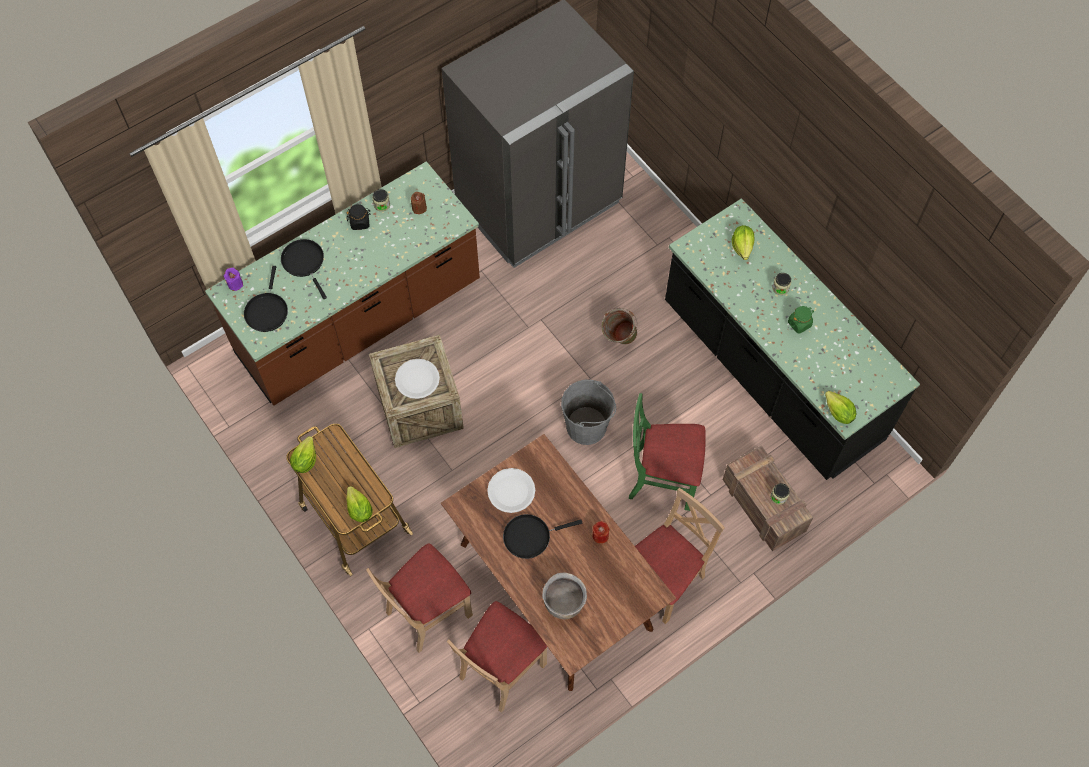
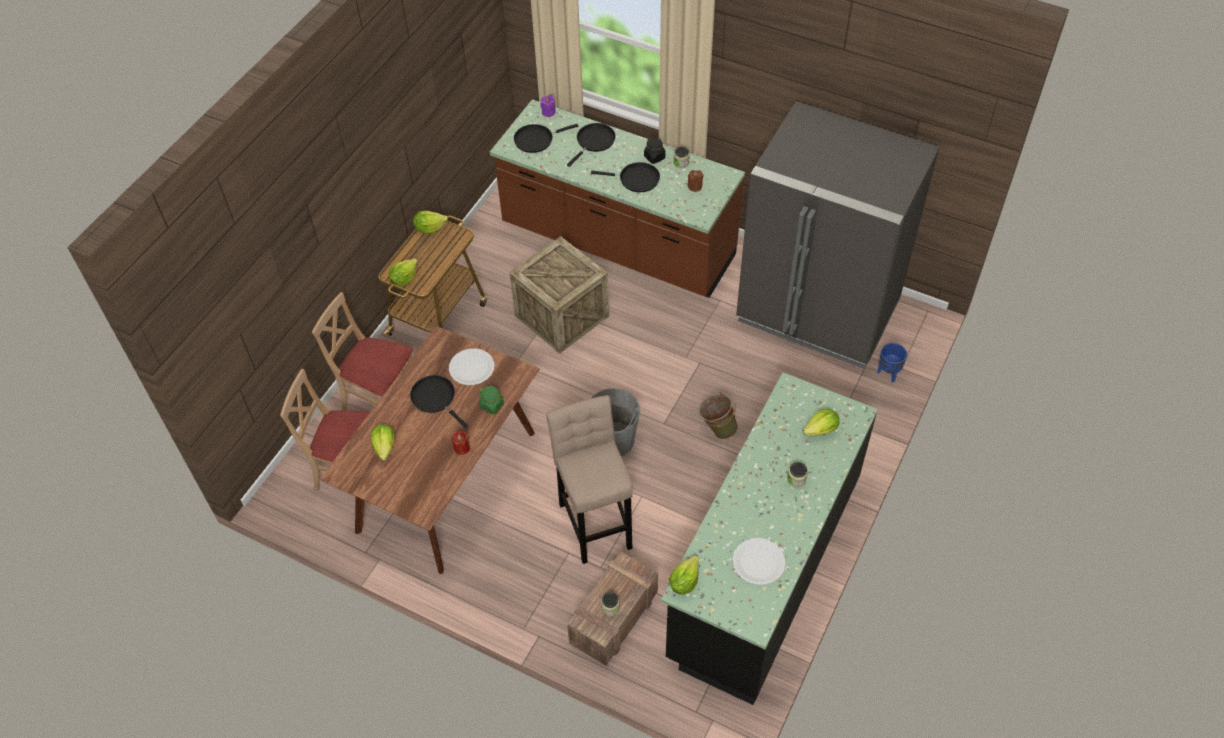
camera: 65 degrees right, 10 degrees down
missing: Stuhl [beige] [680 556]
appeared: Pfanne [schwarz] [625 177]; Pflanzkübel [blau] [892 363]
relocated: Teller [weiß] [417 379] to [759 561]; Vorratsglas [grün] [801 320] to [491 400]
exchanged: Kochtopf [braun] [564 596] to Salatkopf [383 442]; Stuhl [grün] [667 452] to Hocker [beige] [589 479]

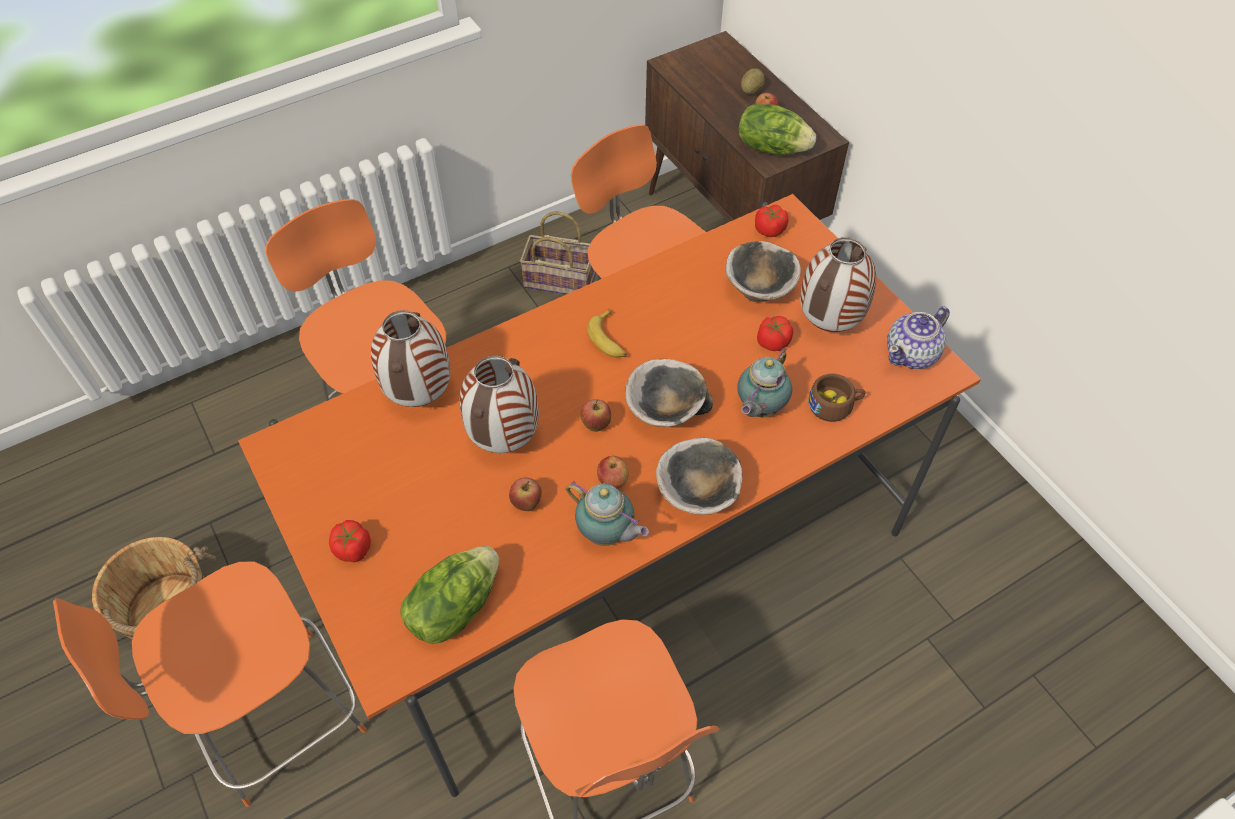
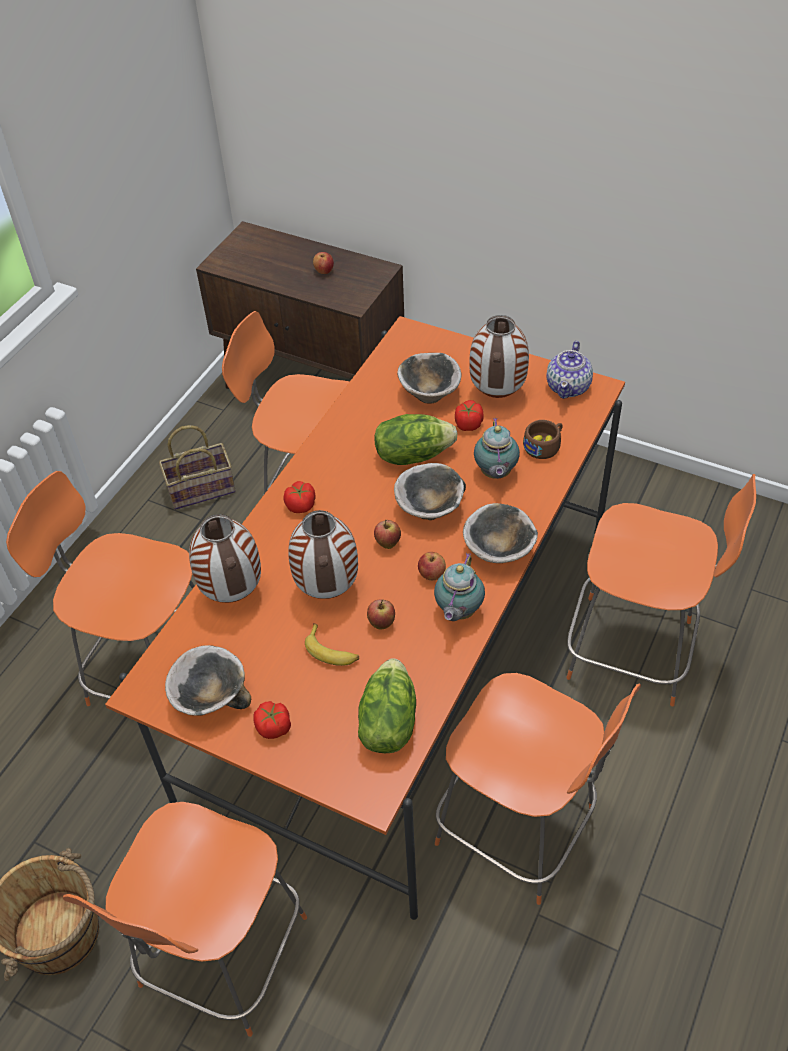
camera: 30 degrees left, 5 degrees down
missing: Kartoffel [753 81]
appeared: Schüssel [208 680]; Stuhl [orange] [661 590]
relocated: Banane [607 333] to [332 644]; Salatkopf [777 129] to [415 439]; Tomate [772 221] to [299 497]
spun: Teekanne [607 513] = [459 587] 105 degrees clockwise

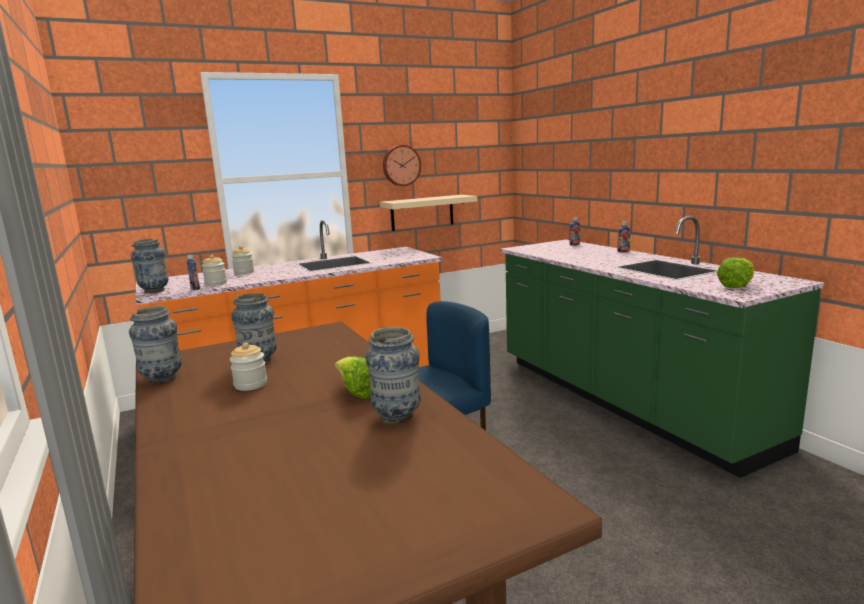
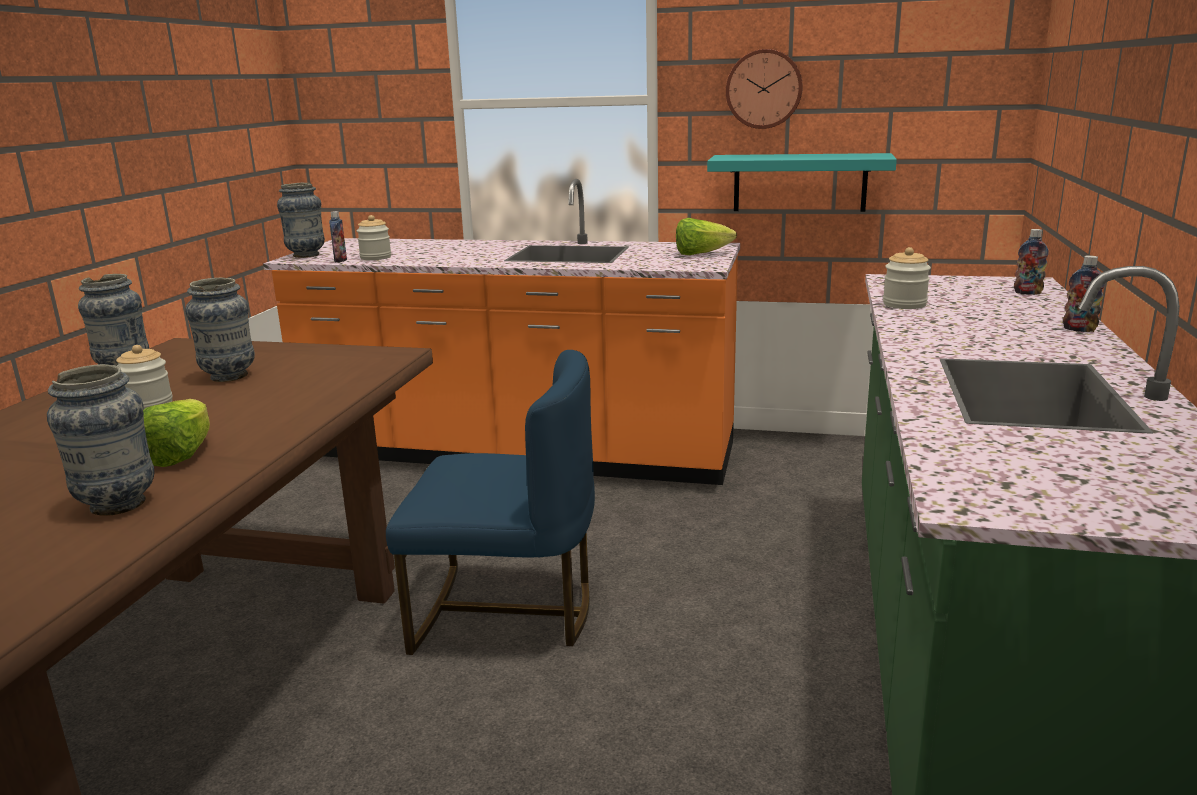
camera: 40 degrees right, 5 degrees up
relocated: Vorratsglas [242 260] to [907 278]; Salatkopf [735 272] to [706 236]
colour: Wandregal [beige] [428 213] to Wandregal [türkis] [802 182]

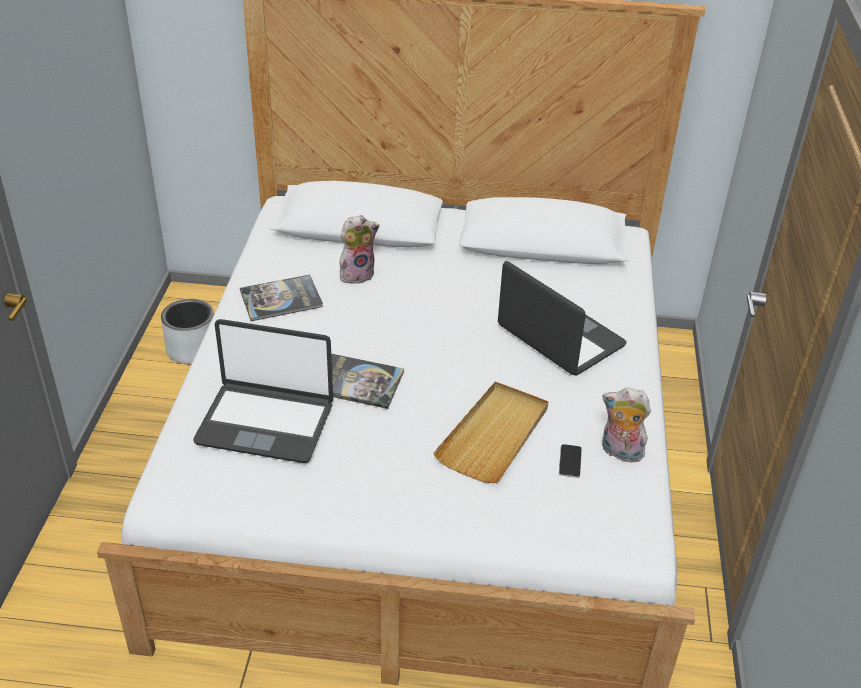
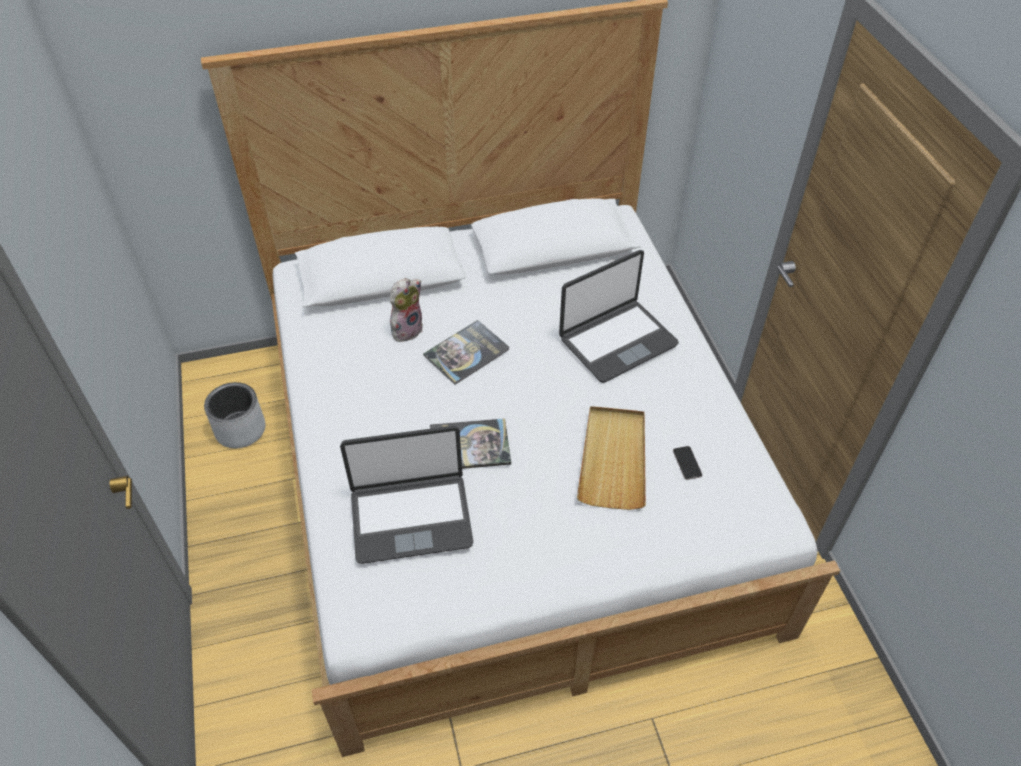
camera: 20 degrees left, 10 degrees up
missing: Plüschtier [626 425]
relocated: Buch [281 298] to [466 352]
spun: Laptop [562 318] = [619 316] 120 degrees clockwise

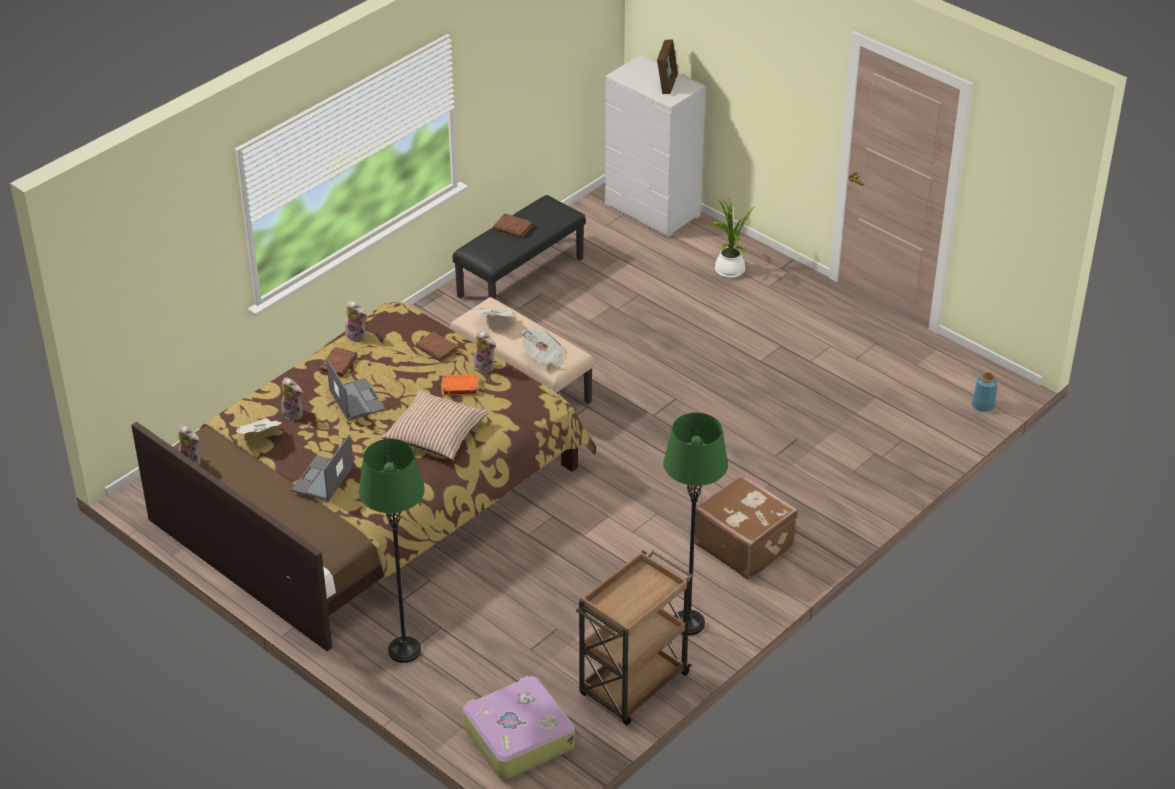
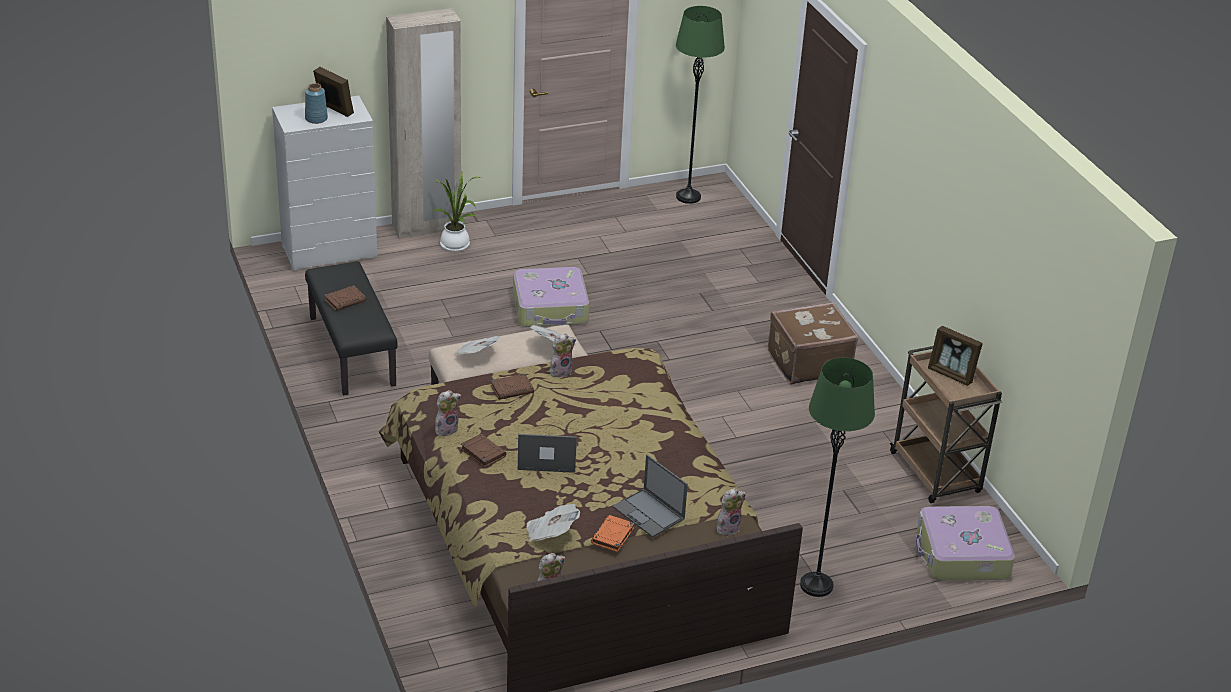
camera: 65 degrees left, 5 degrees down
missing: Kissen [435 425]
appeared: Kleiderschrank [beige] [423 123]; Koffer [551 297]; Bilderrahmen [955 356]
relocated: Plüschtier [292 399] to [731 511]; Buch [orange] [460 385] to [612 533]; Stehlampe [grün] [695 524] to [700 105]; Vase [blau] [984 392] to [316 103]

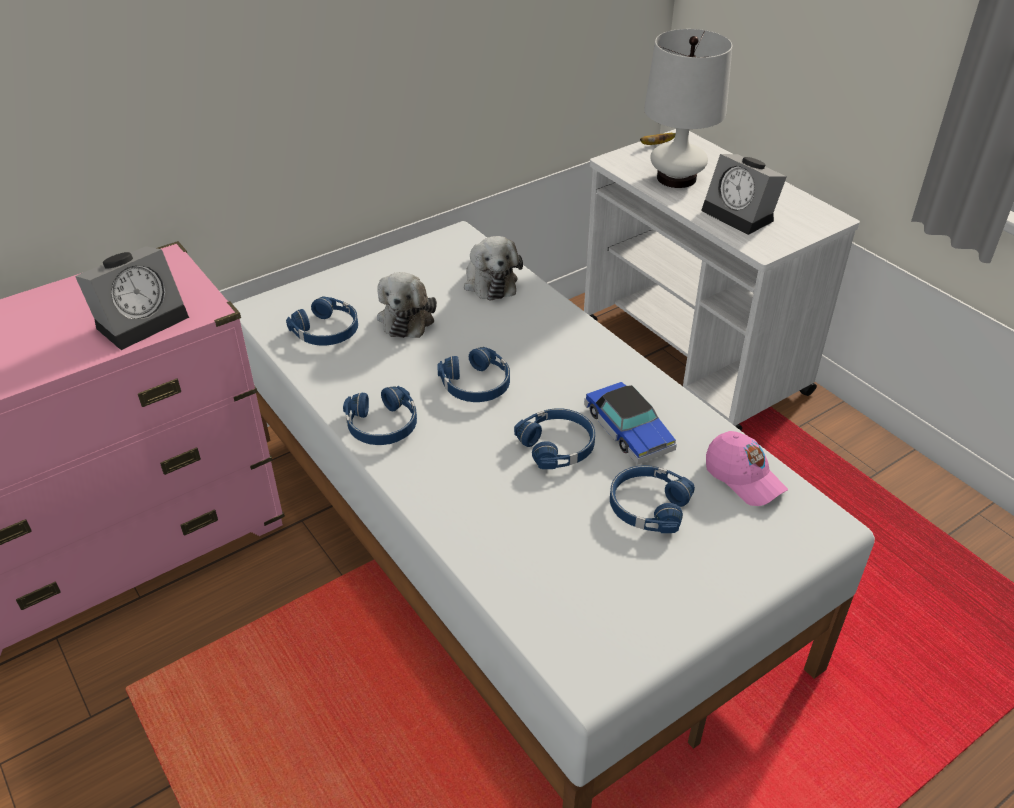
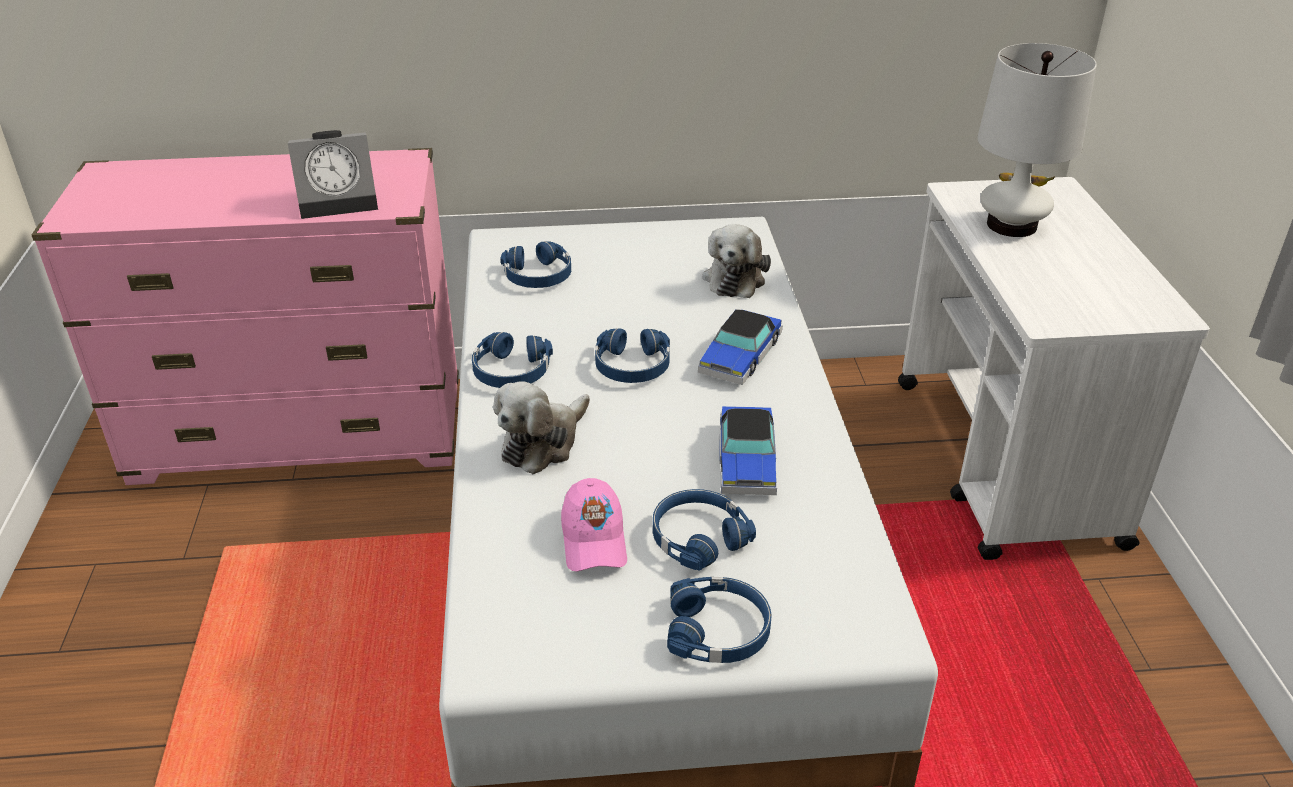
camera: 30 degrees right, 5 degrees down
missing: Wecker [744 194]
appeared: Spielzeugauto [740 347]
relocated: Plüschtier [407 305] to [541 428]; Kopfhörer [blau] [554 438] to [719 620]; Kappe [rosa] [747 468] to [594 525]

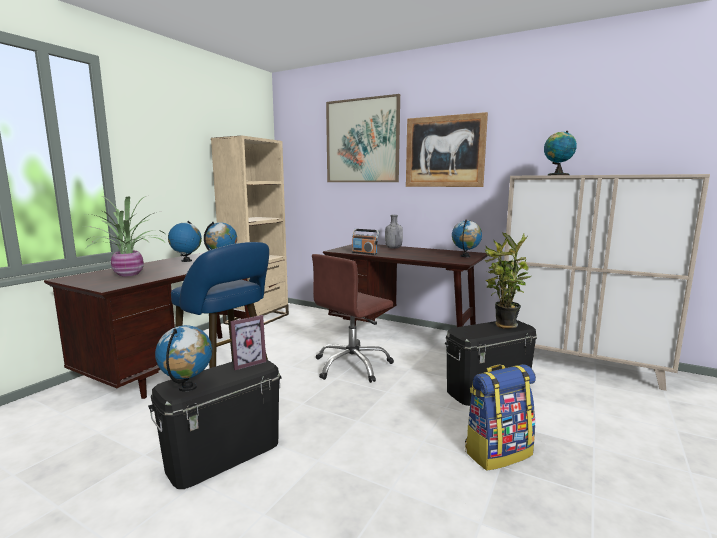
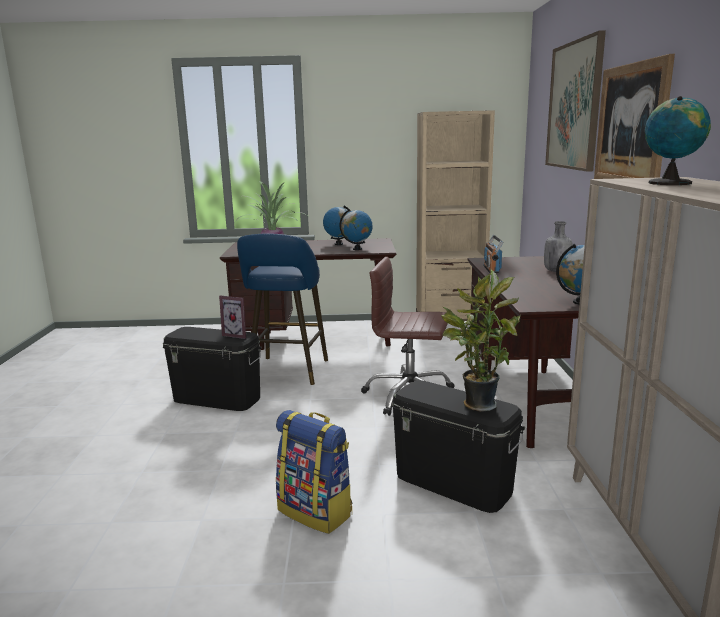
camera: 60 degrees right, 5 degrees up
missing: Globus [183 358]

